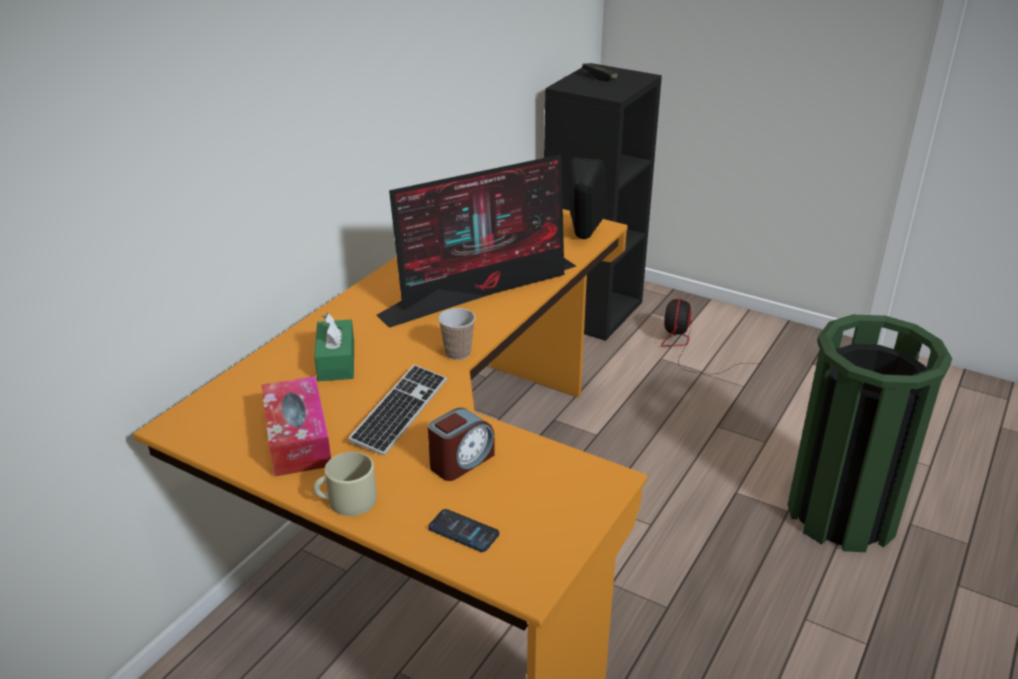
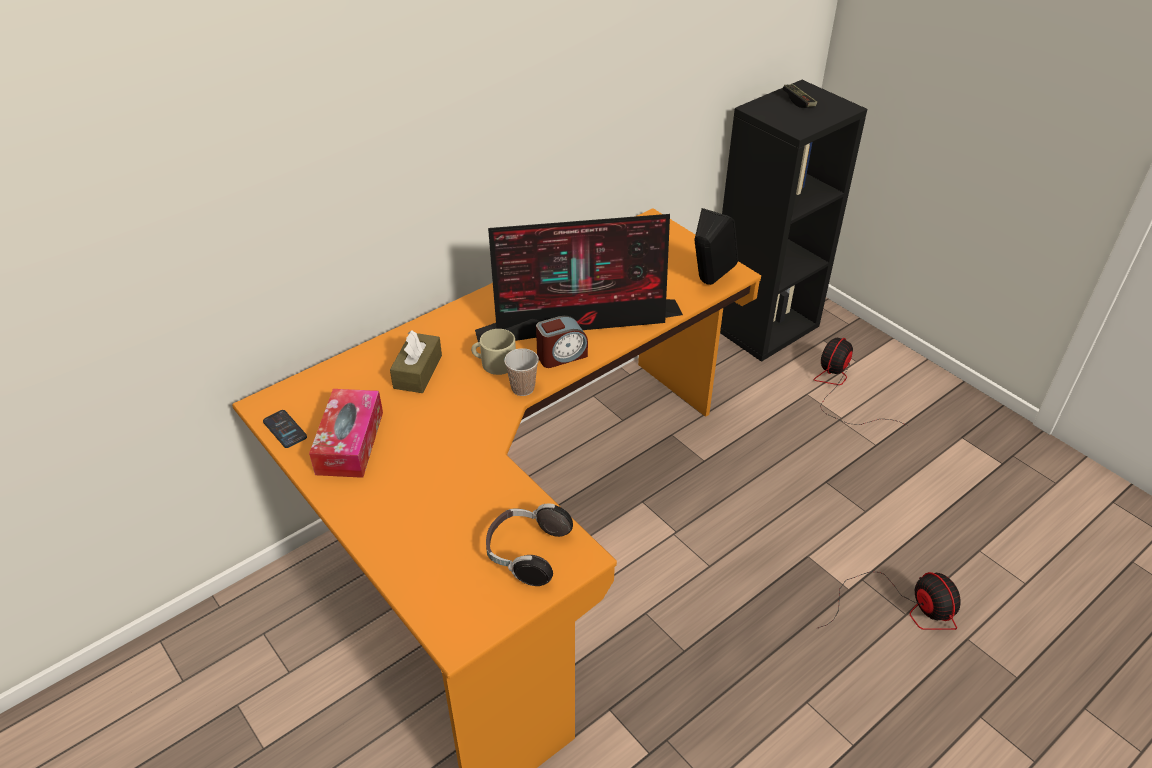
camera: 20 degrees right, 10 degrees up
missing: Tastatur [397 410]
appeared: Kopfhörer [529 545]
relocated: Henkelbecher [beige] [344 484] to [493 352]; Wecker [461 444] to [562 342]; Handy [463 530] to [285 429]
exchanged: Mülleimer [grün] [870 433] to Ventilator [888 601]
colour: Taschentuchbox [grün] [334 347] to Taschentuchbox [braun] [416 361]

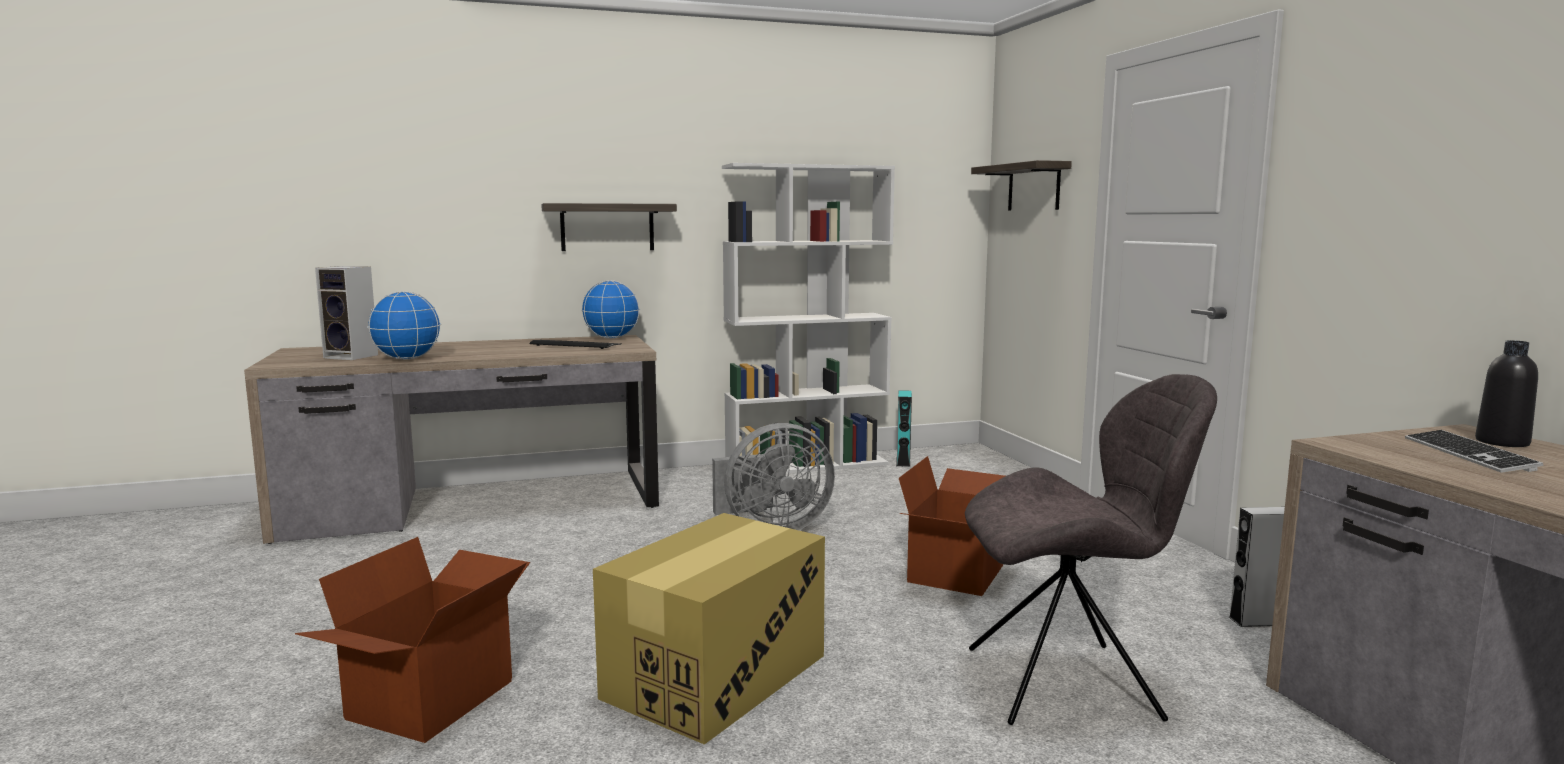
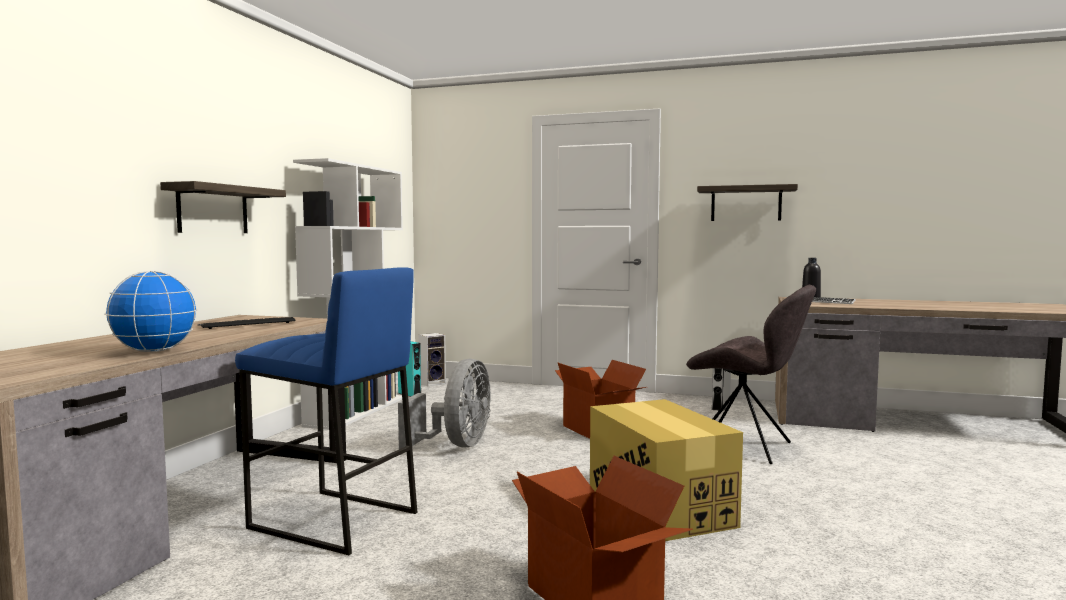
camera: 55 degrees left, 5 degrees down
missing: Globus [610 309]
appeared: Hocker [blau] [326 411]
relocated: Lautsprecher [346 313] to [432 359]; Wandregal [1021 185] to [747 202]
spun: Stuhl [grau] [1091 549] = [751 374] 90 degrees clockwise

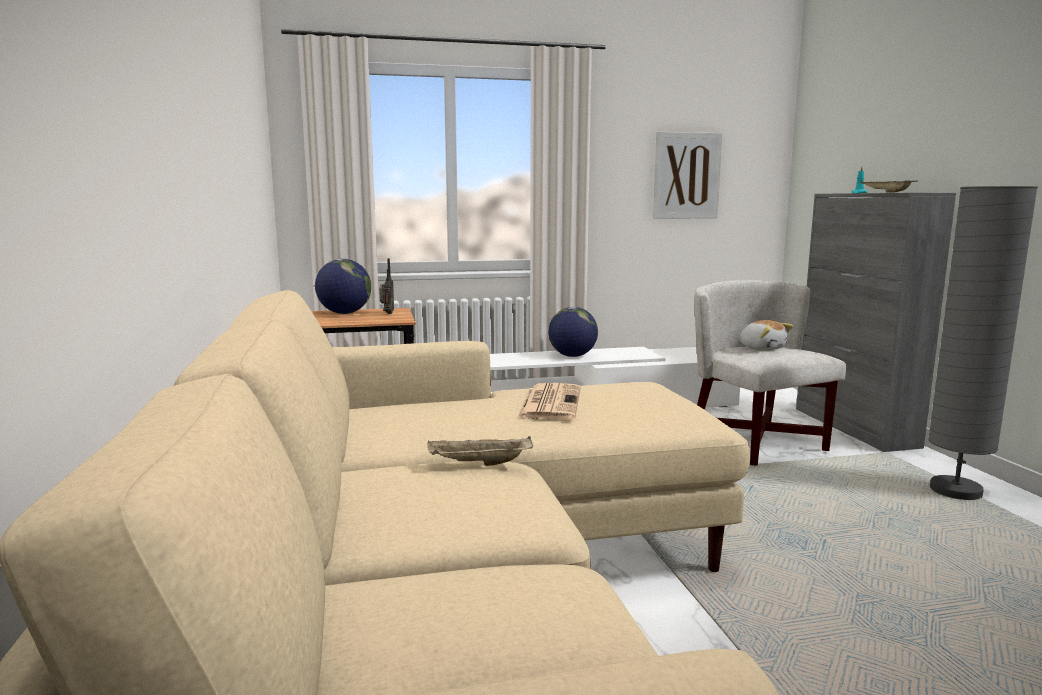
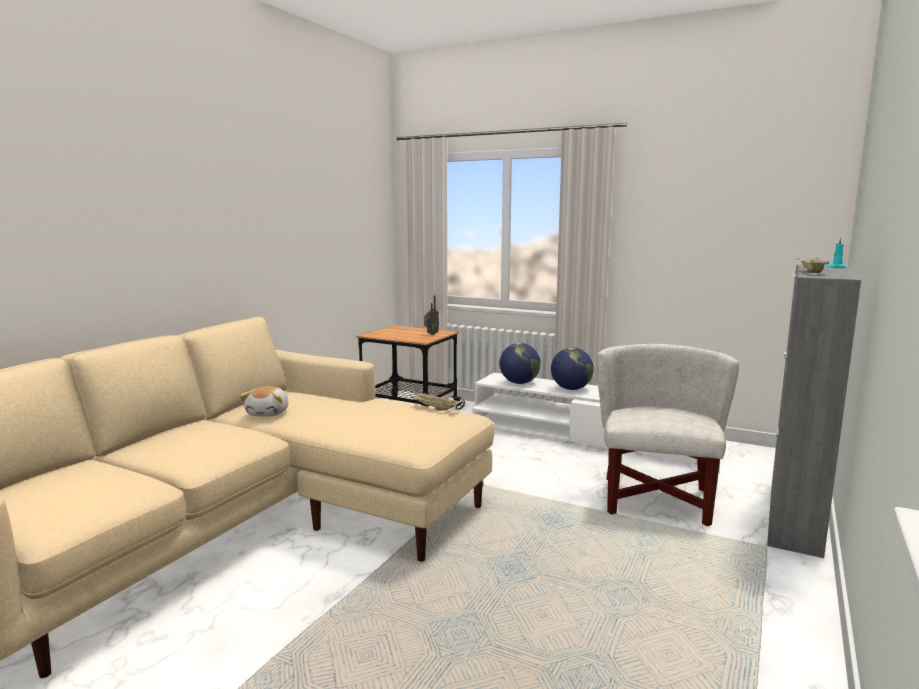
camera: 40 degrees right, 0 degrees up
missing: Zeitung [549 401]; Bild [687 175]; Stehlampe [grau] [983 343]
relocated: Globus [343 286] to [520 363]; Tablett [beige] [480 451] to [436 402]; Plüschtier [766 335] to [264 401]

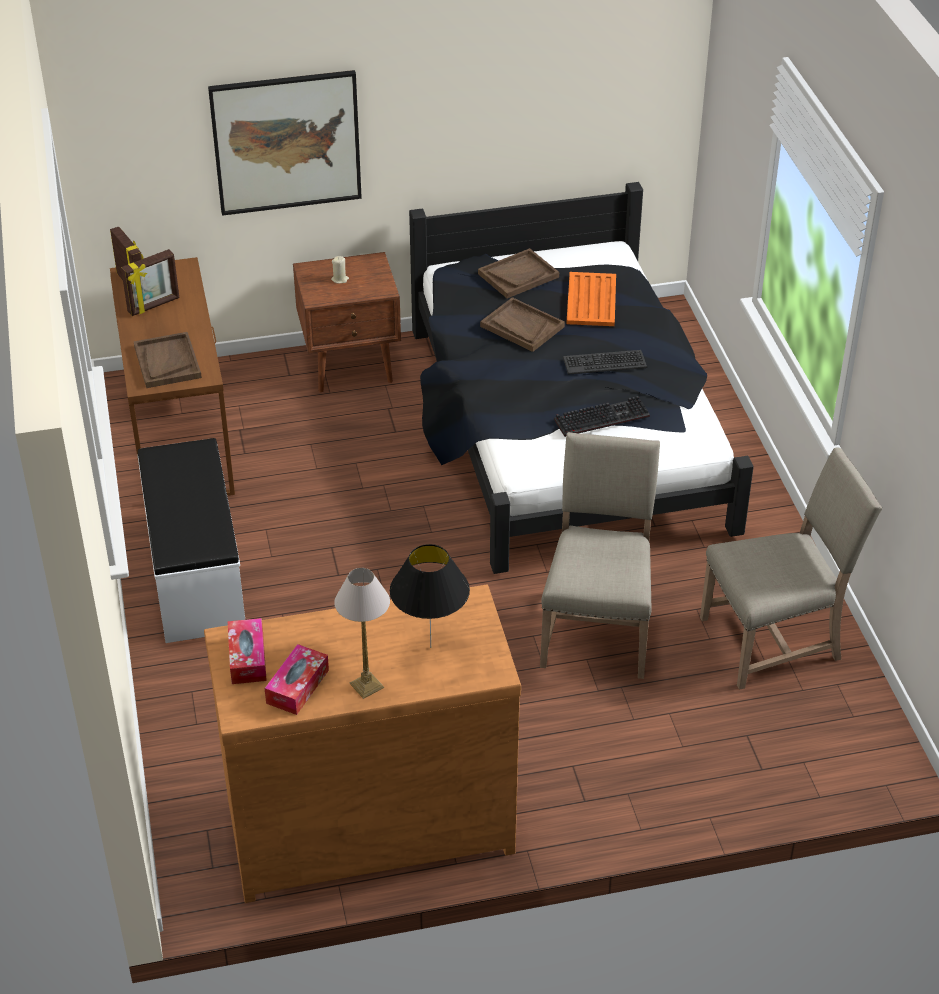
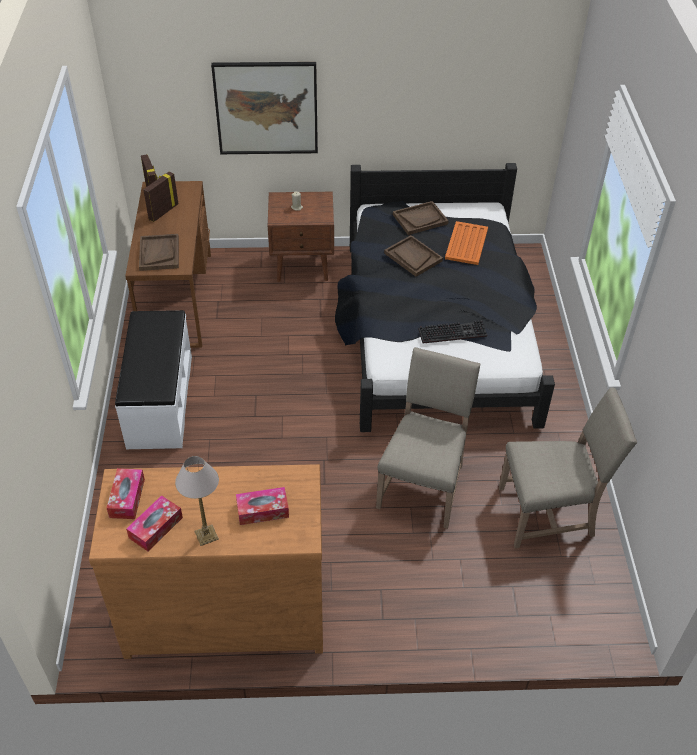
camera: 10 degrees right, 5 degrees up
missing: Tastatur [605 362]
exchanged: Tischlampe [schwarz] [430 596] to Taschentuchbox [262 506]
spun: Bilderrahmen [150 282] = [160 196] 150 degrees clockwise

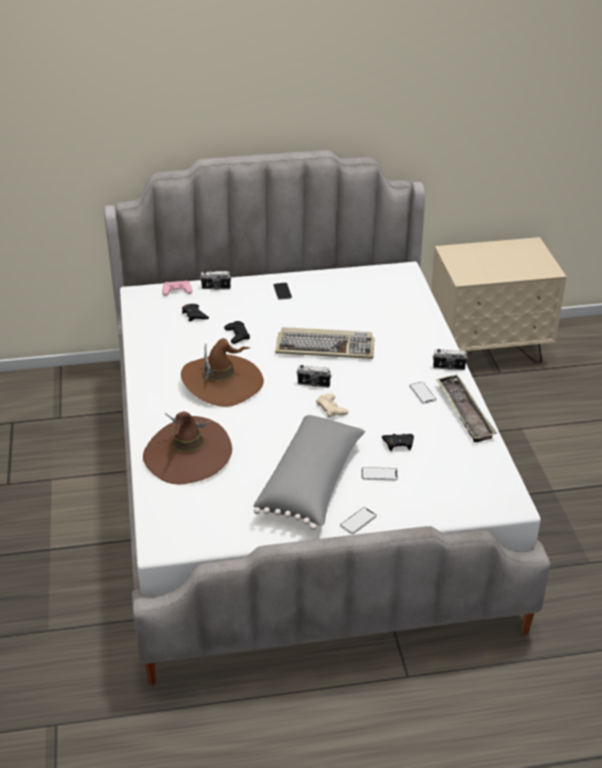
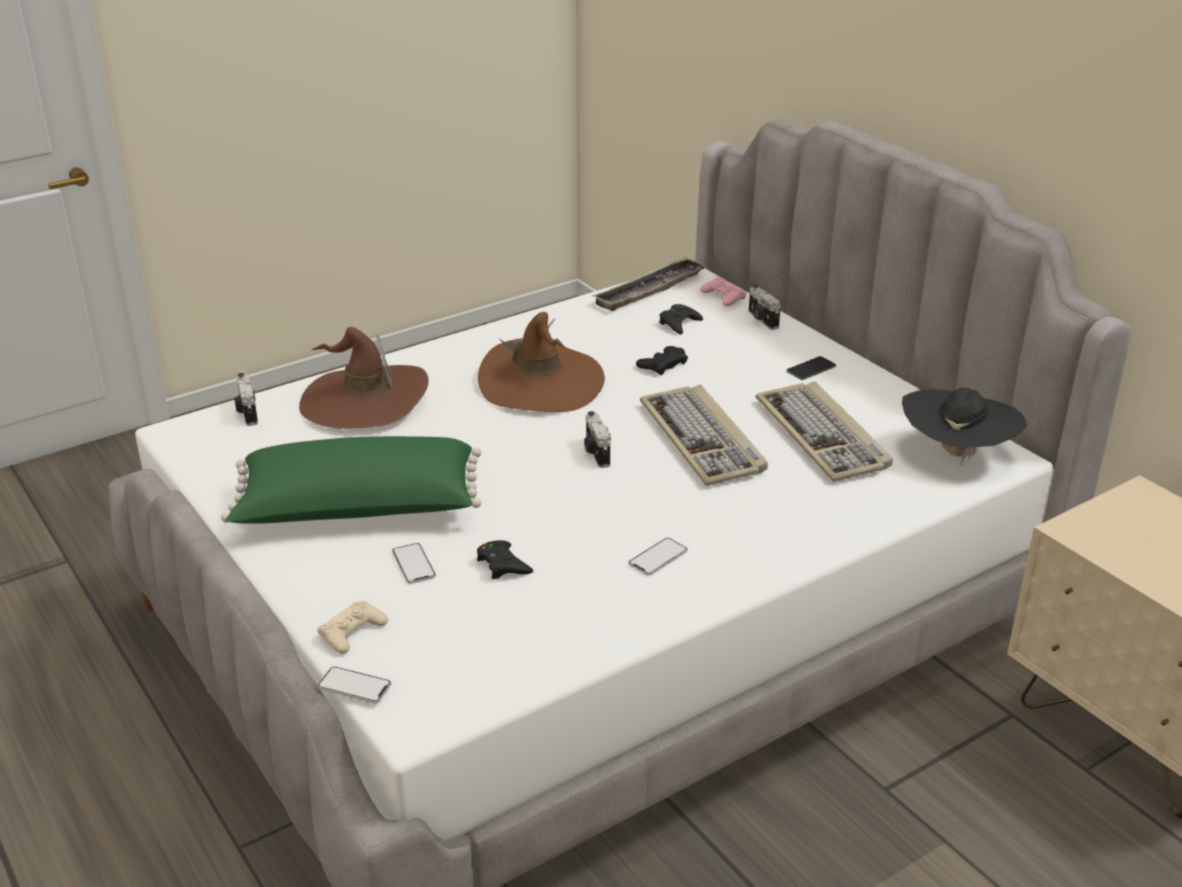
camera: 65 degrees right, 5 degrees down
appeared: Tastatur [824 432]; Hut [schwarz] [964 426]
relocated: Gamepad [beige] [332 406] to [352 627]; Handy [358 520] to [354 684]; Kamera [450 359] to [246 399]; Tablett [466 408] to [650 284]
colour: Kissen [grau] [309 472] to Kissen [grün] [351 480]

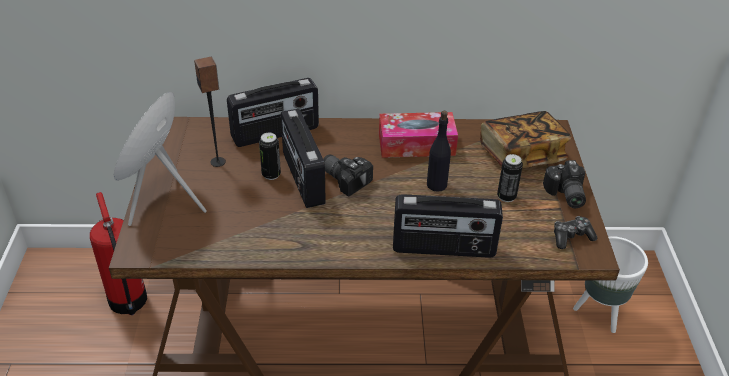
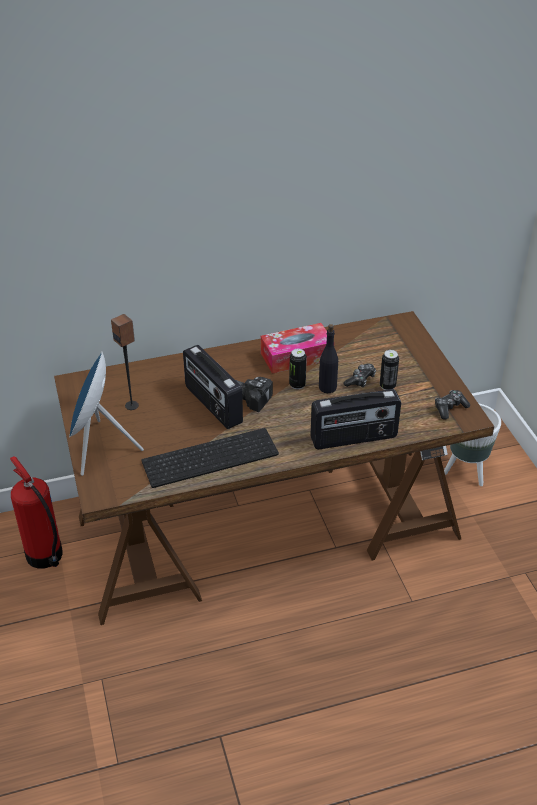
camera: 15 degrees left, 0 degrees up
missing: Radio [273 112]; Buch [526 139]; Kamera [564 184]
appeared: Tastatur [210 458]; Gamepad [359 375]
relocated: Dose [270 156] to [298 368]

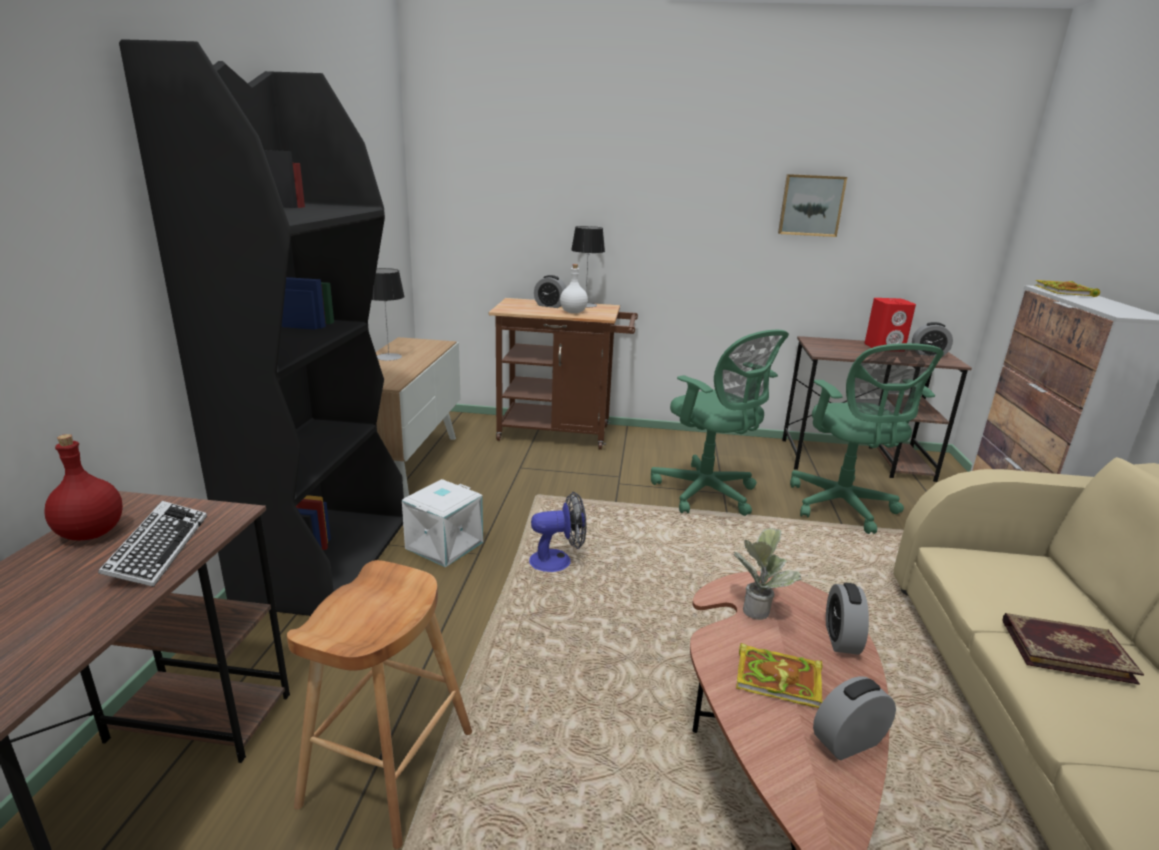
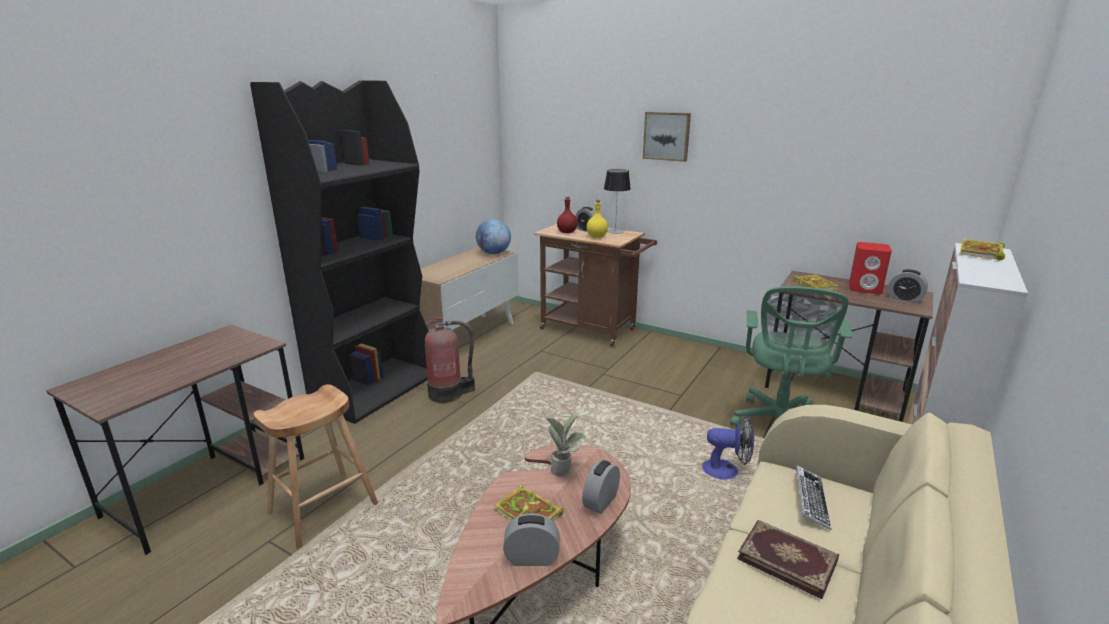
camera: 25 degrees right, 0 degrees up
missing: Tischlampe [388 314]; Bürostuhl [grün] [720 423]
appeared: Globus [493 236]; Buch [816 282]
relocated: Flasche [rot] [83 487] to [567 214]; Tastatur [152 544] to [813 498]; Ventilator [558 532] to [728 448]; Bild [812 205] to [667 137]
exchanged: Aufbewahrungsbox [weiß] [442 523] to Feuerlöscher [450 360]
colour: Flasche [weiß] [574 288] to Flasche [gelb] [597 219]

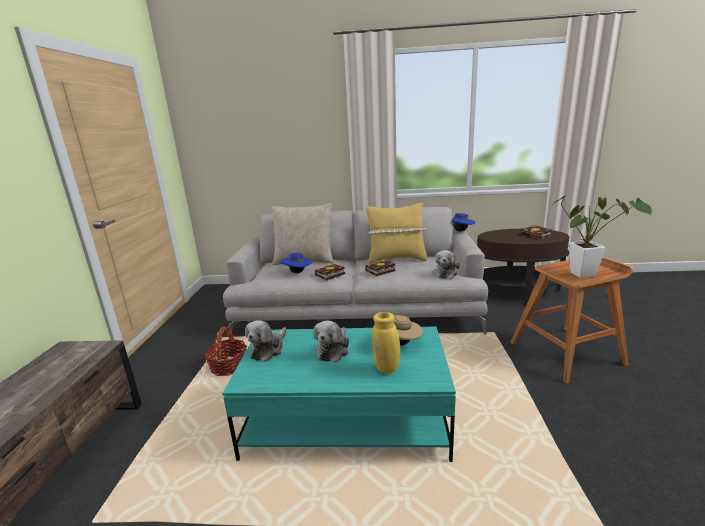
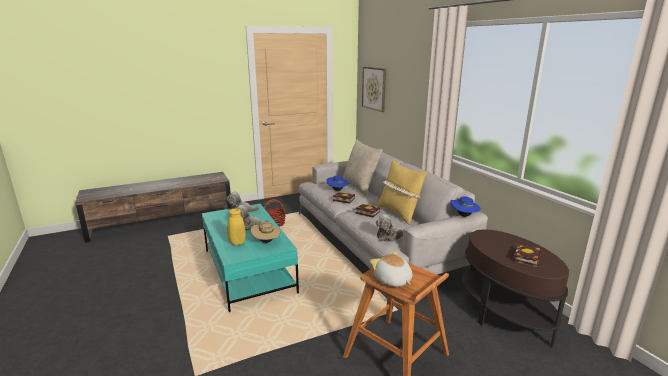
camera: 60 degrees right, 0 degrees up
appeared: Bild [374 89]
exchanged: Topfpflanze [602 236] to Plüschtier [391 268]

